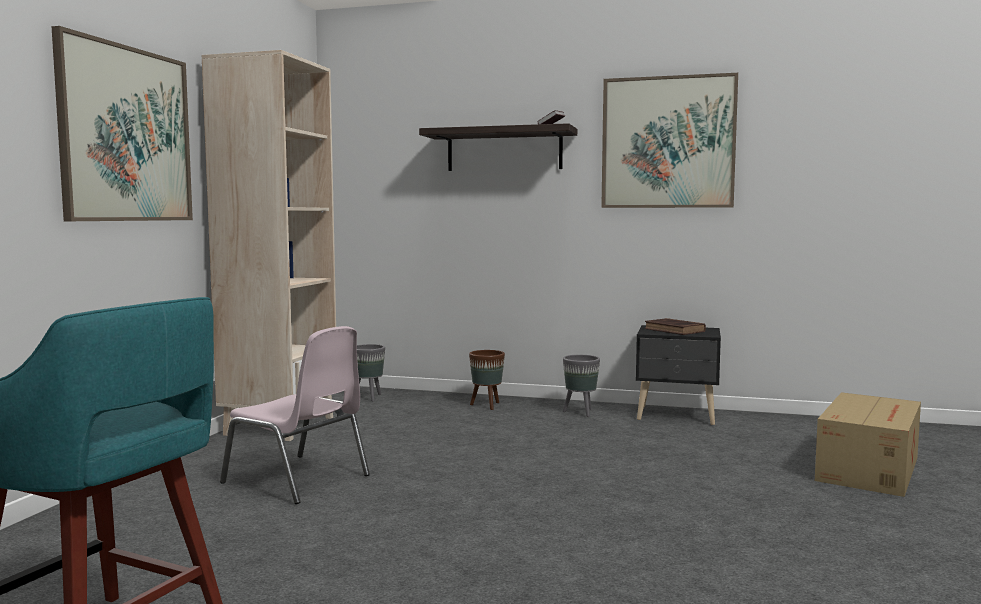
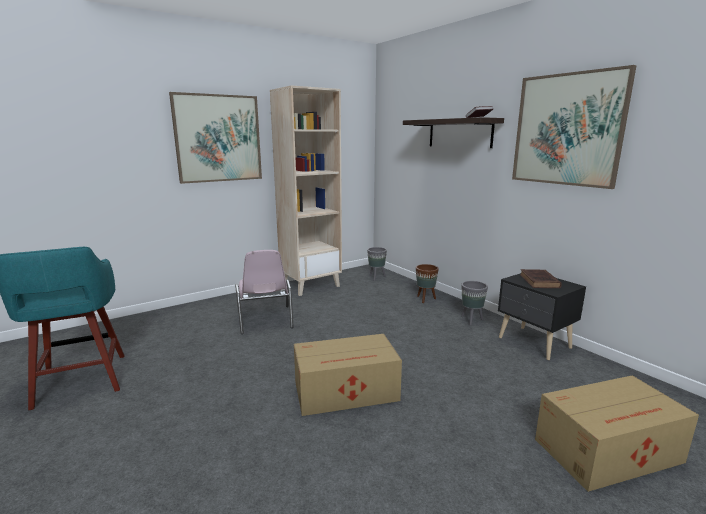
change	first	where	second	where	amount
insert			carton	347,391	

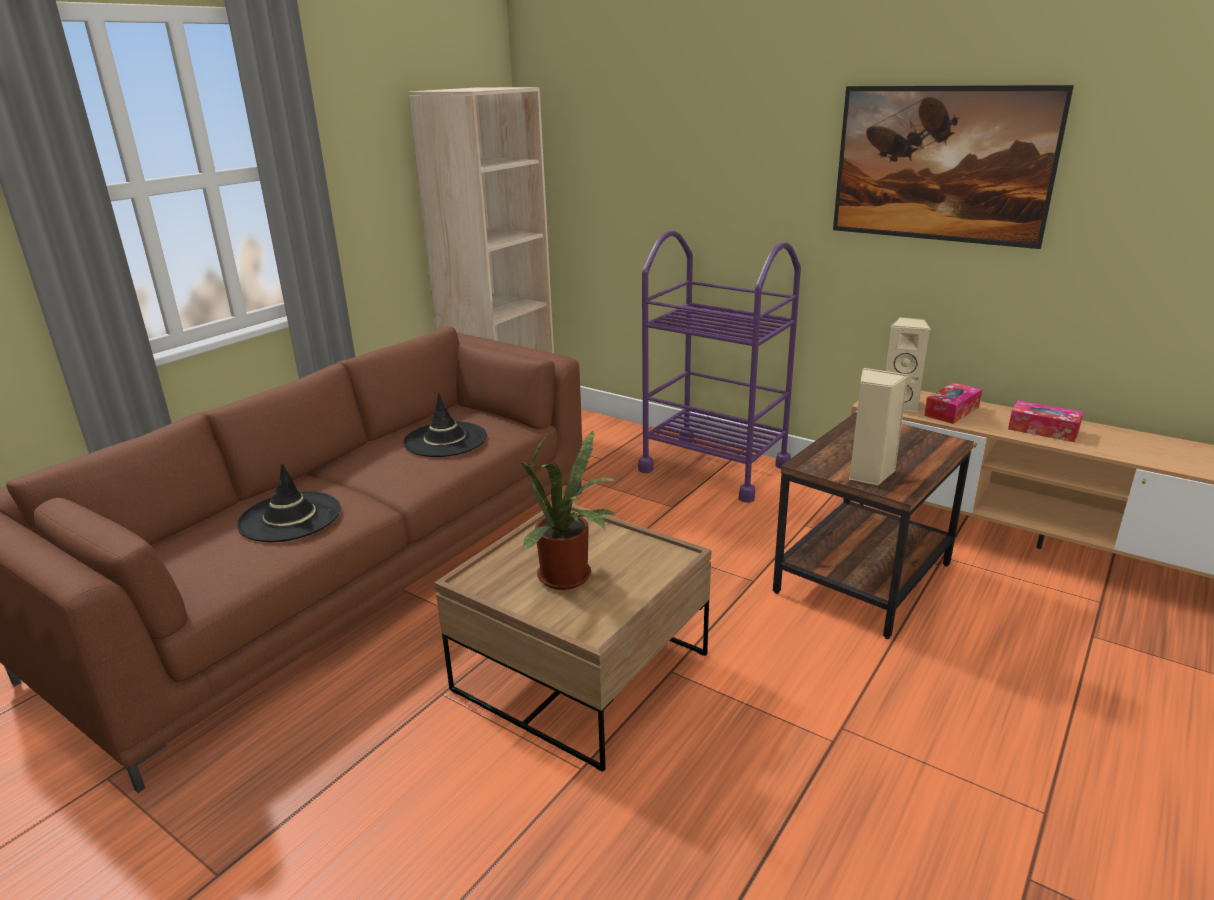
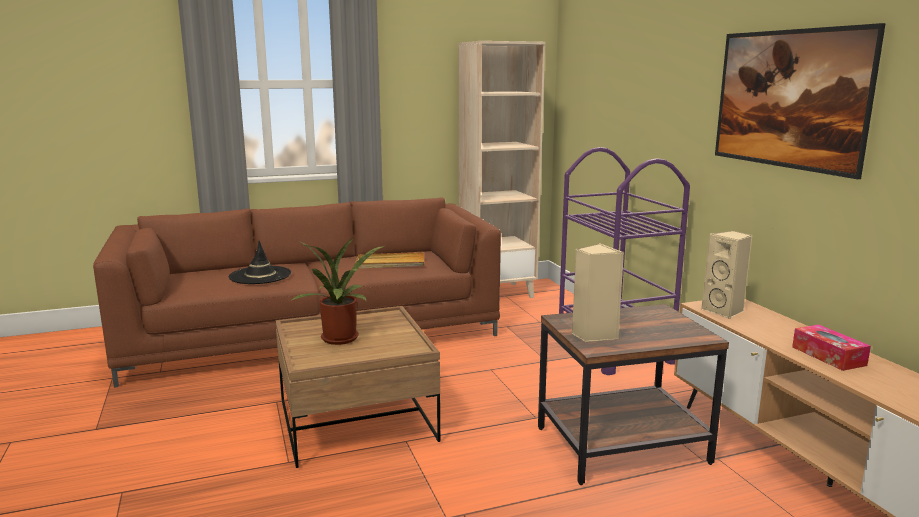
change	first	where	second	where	amount
replace	chapeau (noir)	445,440	plateau (beige)	390,263	
delete	boîte à mouchoirs	951,411			

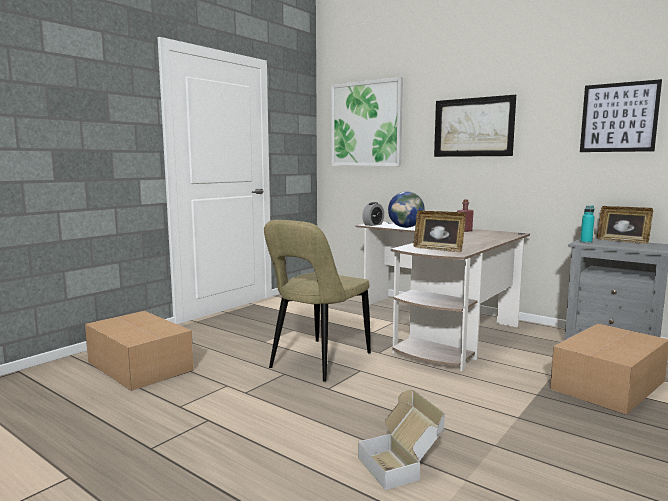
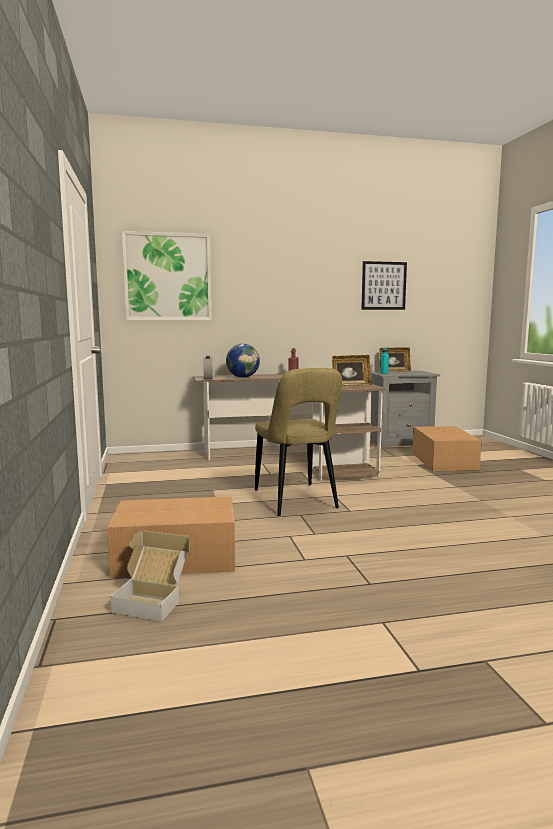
change	first	where	second	where	amount
move	carton	401,465		153,600	
delete	tableau	473,127			

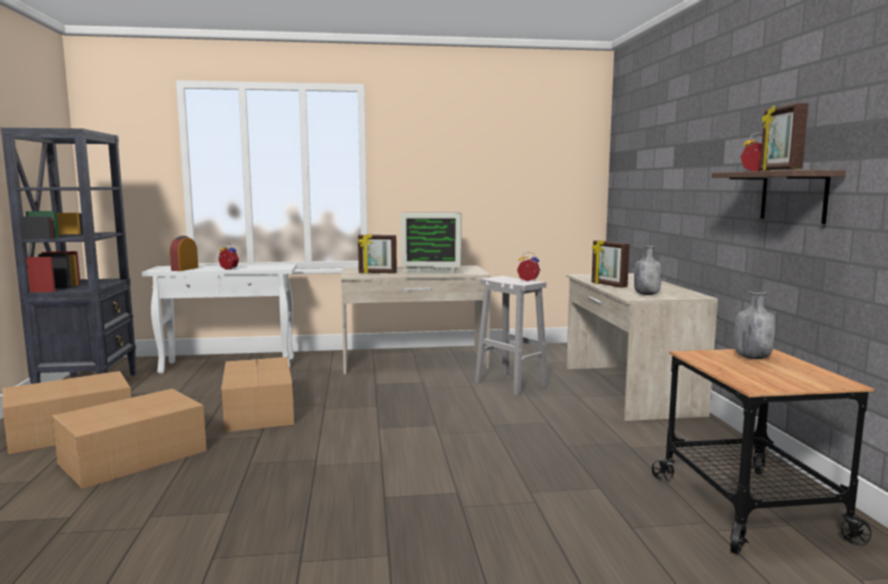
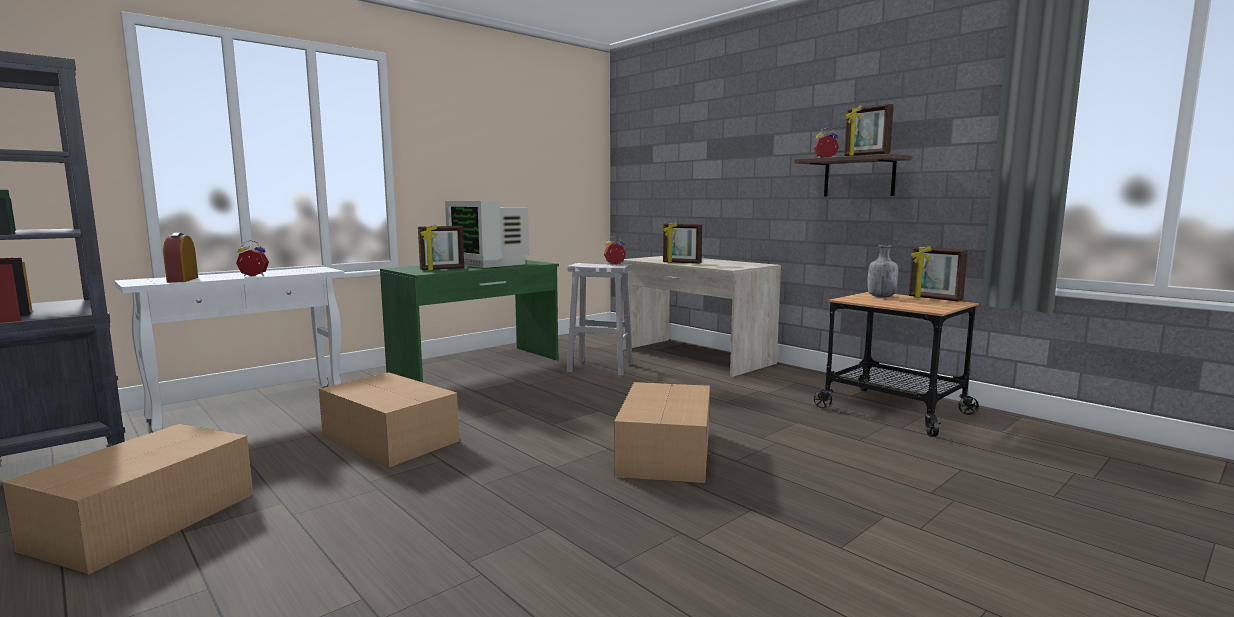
change	first	where	second	where	amount
move	carton	135,456		666,452	
recolor	bureau (beige)	414,362	bureau (vert)	476,366	
rotate	écran d'ordinateur	432,270		490,264	75 degrees clockwise
delete	bouteille (gris)	647,294			
insert			cadre photo	934,299	

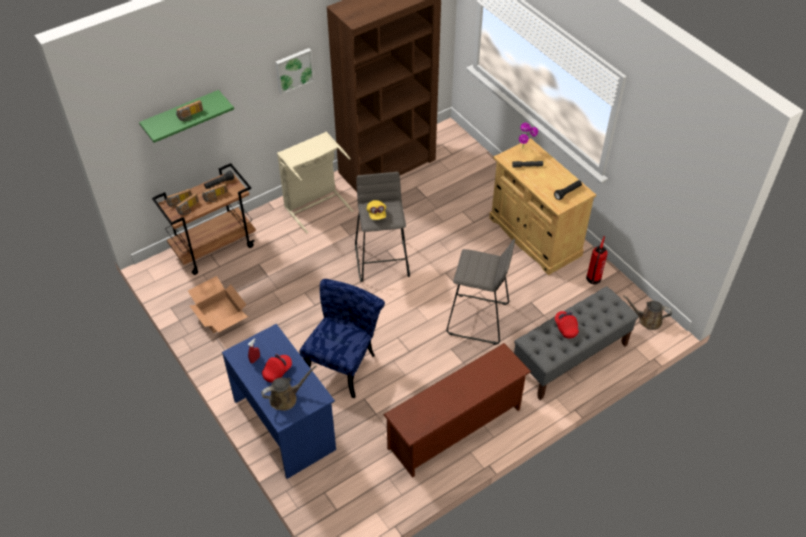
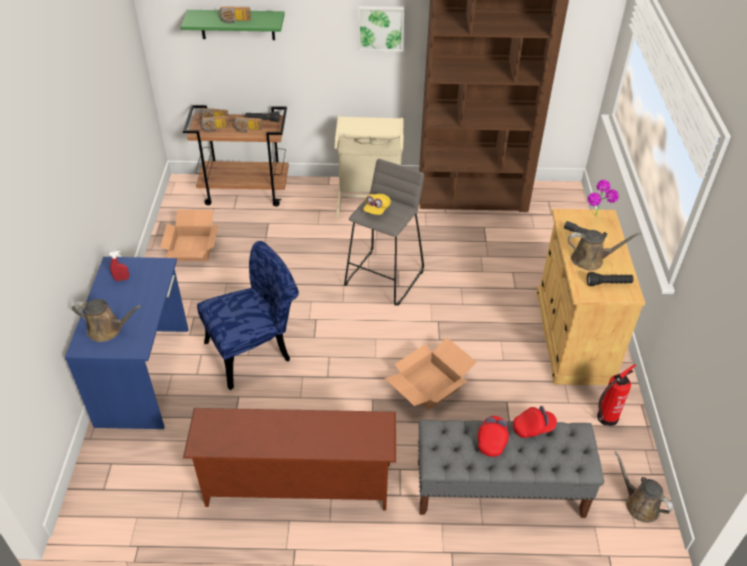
change	first	where	second	where	amount
move	casquette (rouge)	277,371		533,428	
replace	tabouret (gris)	478,319	carton	429,386	
insert			arrosoir (marron)	590,260	

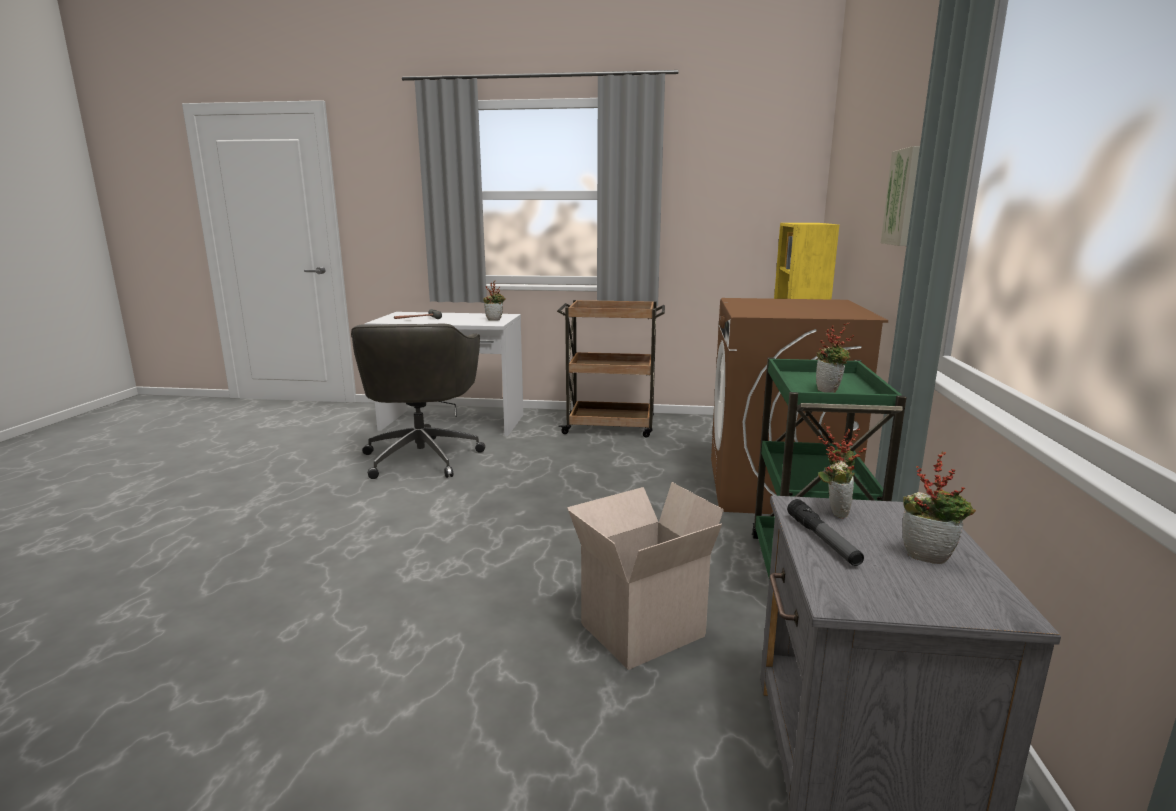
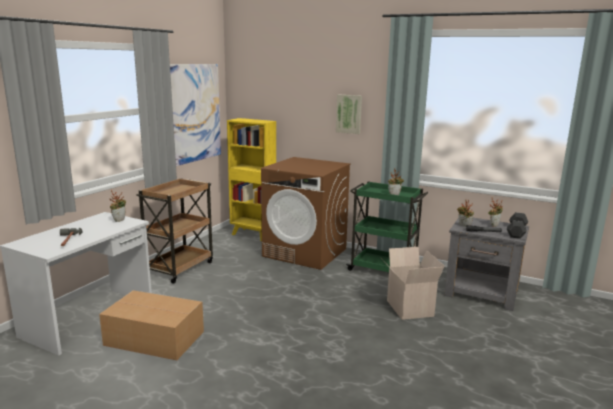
change	first	where	second	where	amount
replace	chaise de bureau (gris)	422,457	carton	155,339	
insert			tableau	195,113	
insert			haltère (gris)	516,232	

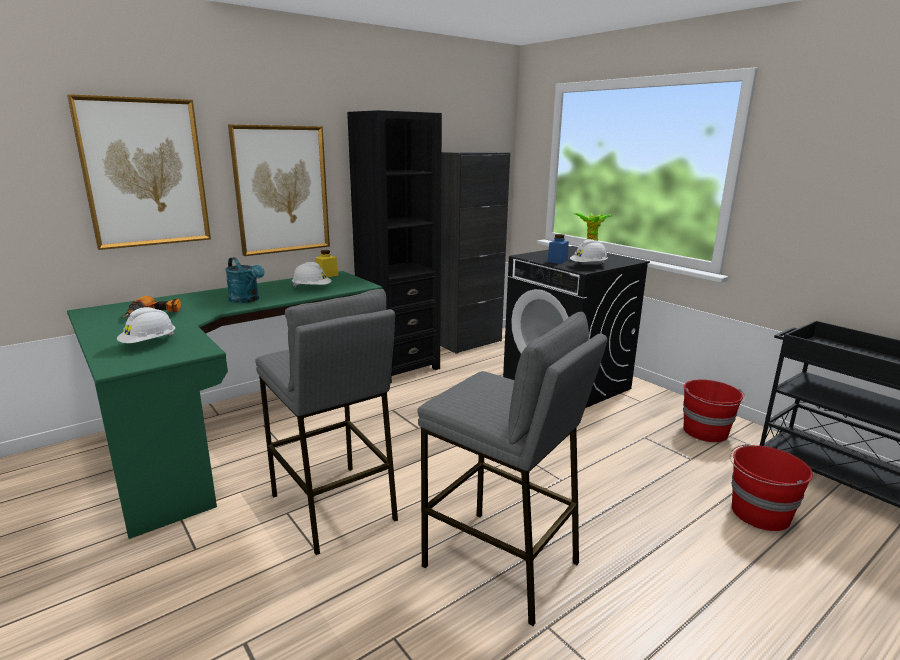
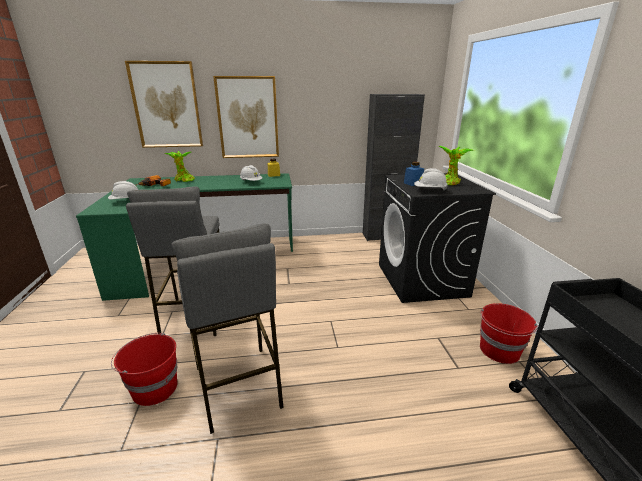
change	first	where	second	where	amount
delete	arrosoir (turquoise)	247,300			
delete	bibliothèque (noir)	399,367			
move	seau (rouge)	759,514		154,388	
insert			plante en pot	183,180	

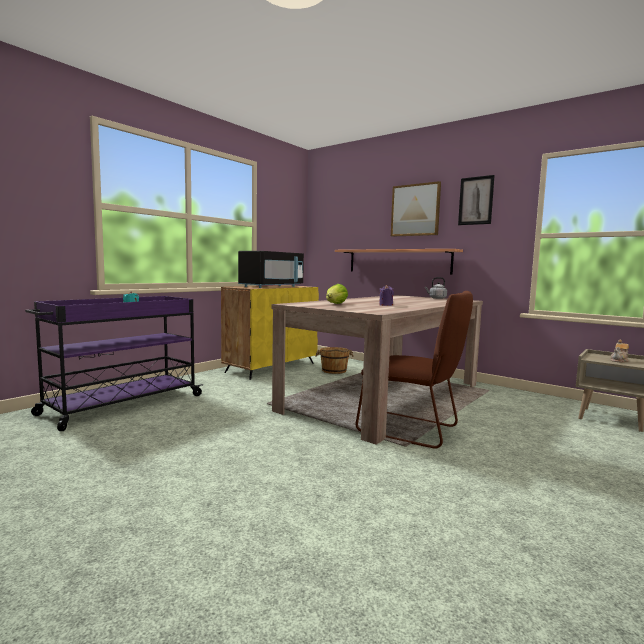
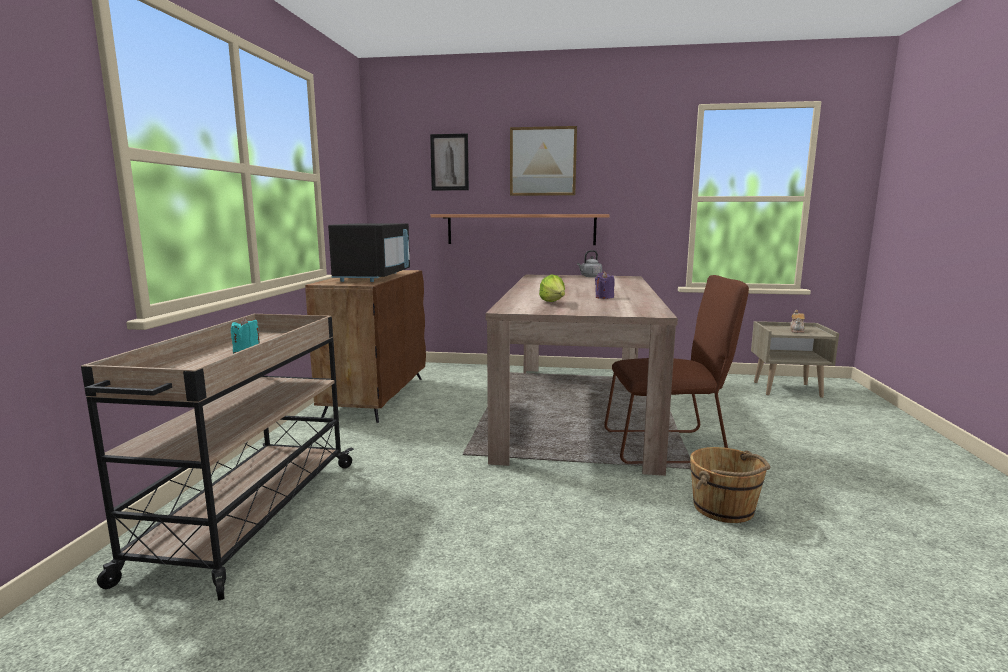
change	first	where	second	where	amount
recolor	chariot (violet)	122,405	chariot (beige)	248,517	
recolor	meuble de rangement (jaune)	271,367	meuble de rangement (marron)	376,396	
move	seau (marron)	334,371		724,508	
move	tableau	476,200		449,162	

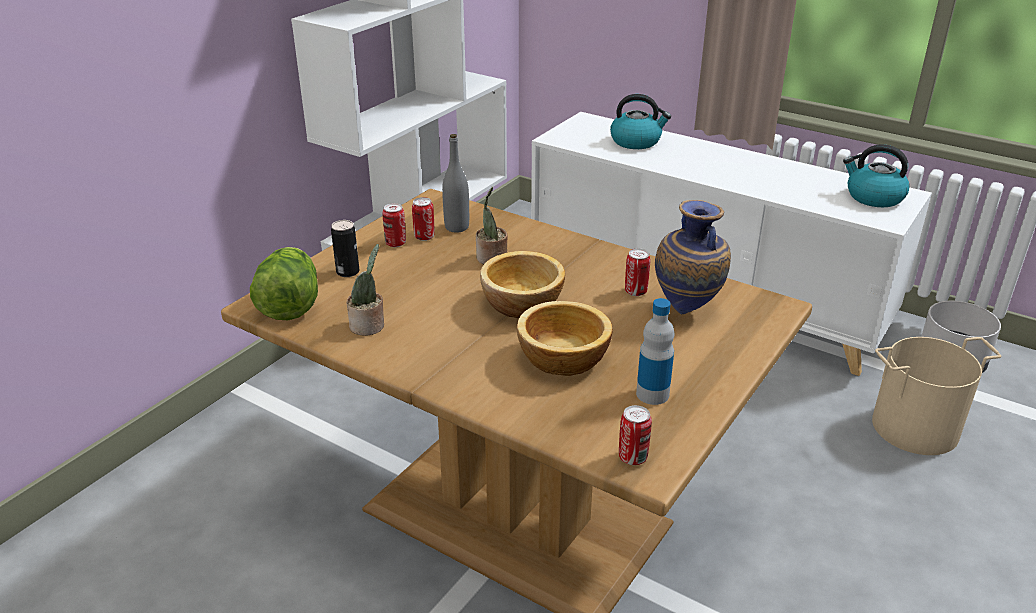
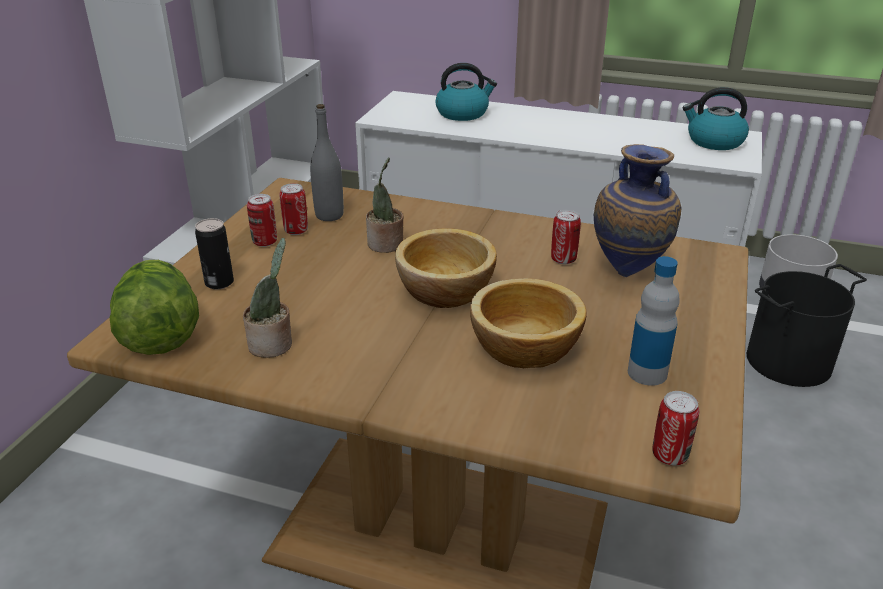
change	first	where	second	where	amount
recolor	seau (beige)	916,428	seau (noir)	789,361	

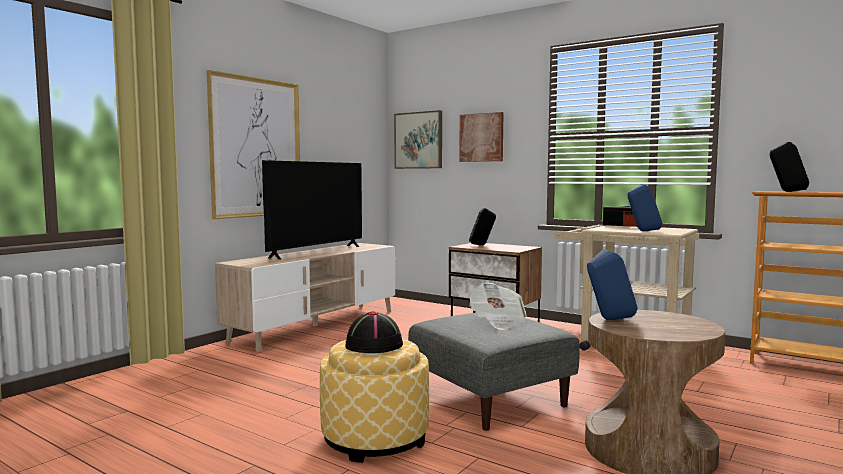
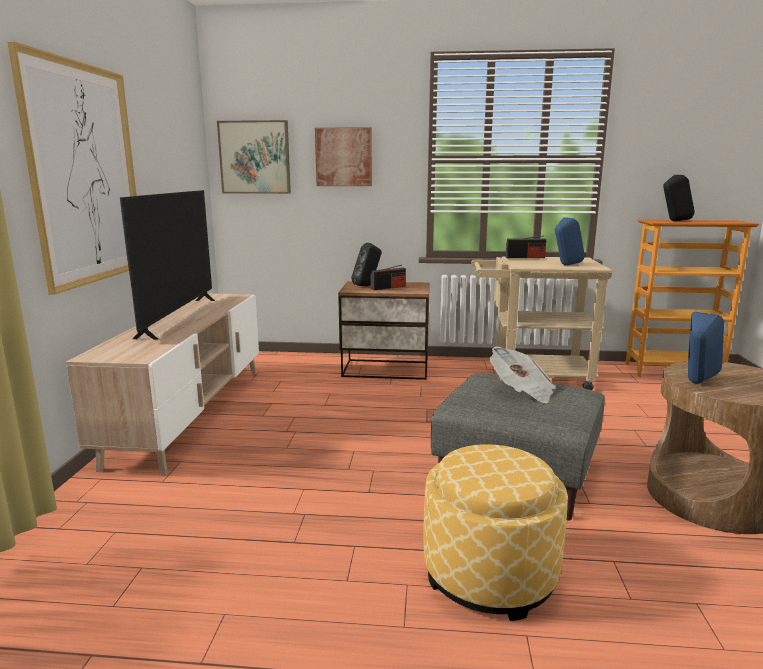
change	first	where	second	where	amount
delete	chapeau (noir)	374,345			
insert			radio	388,287	

